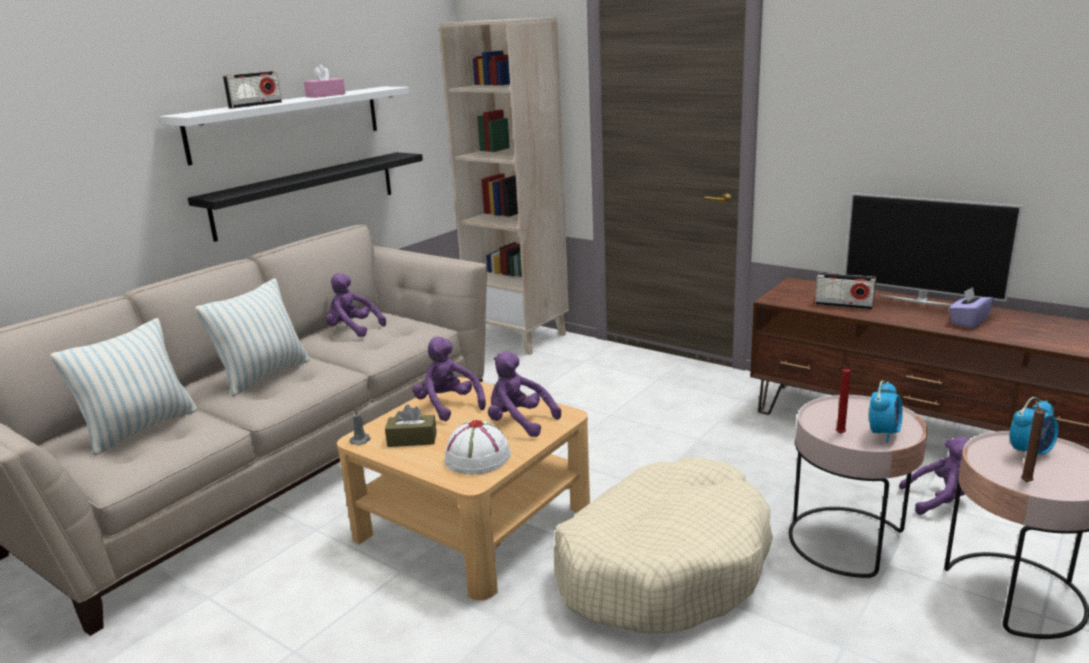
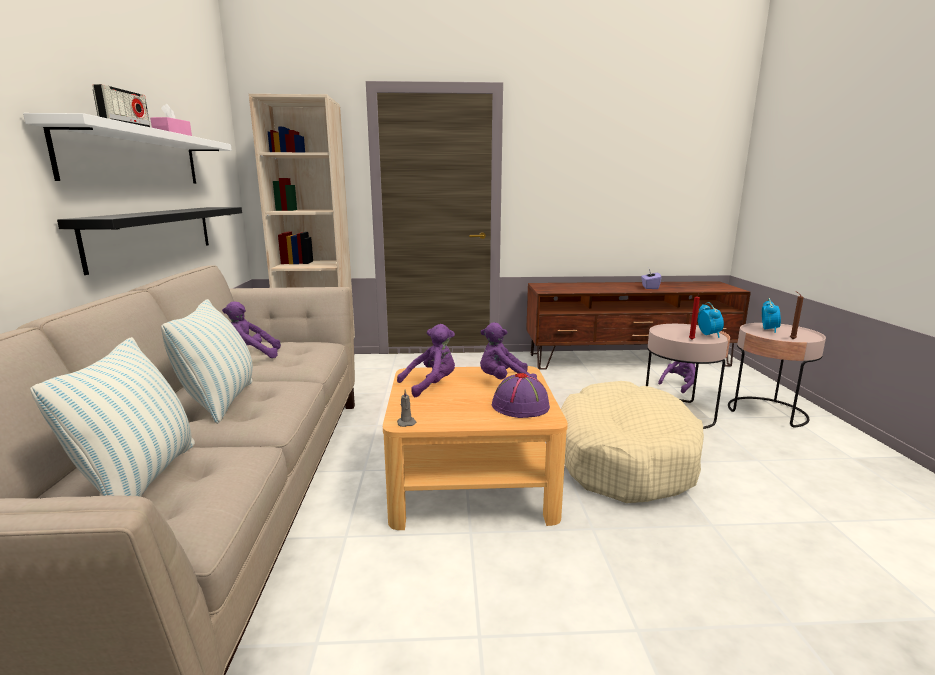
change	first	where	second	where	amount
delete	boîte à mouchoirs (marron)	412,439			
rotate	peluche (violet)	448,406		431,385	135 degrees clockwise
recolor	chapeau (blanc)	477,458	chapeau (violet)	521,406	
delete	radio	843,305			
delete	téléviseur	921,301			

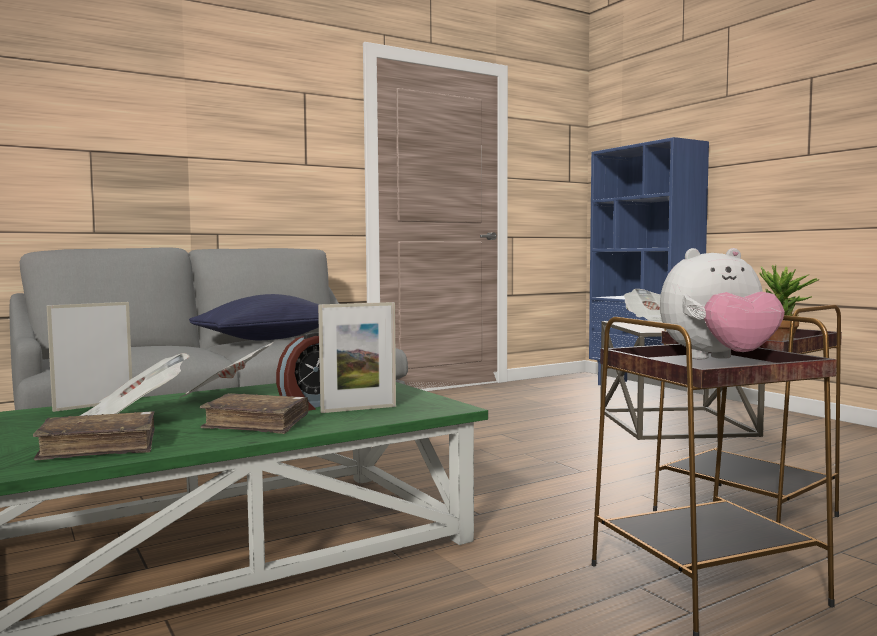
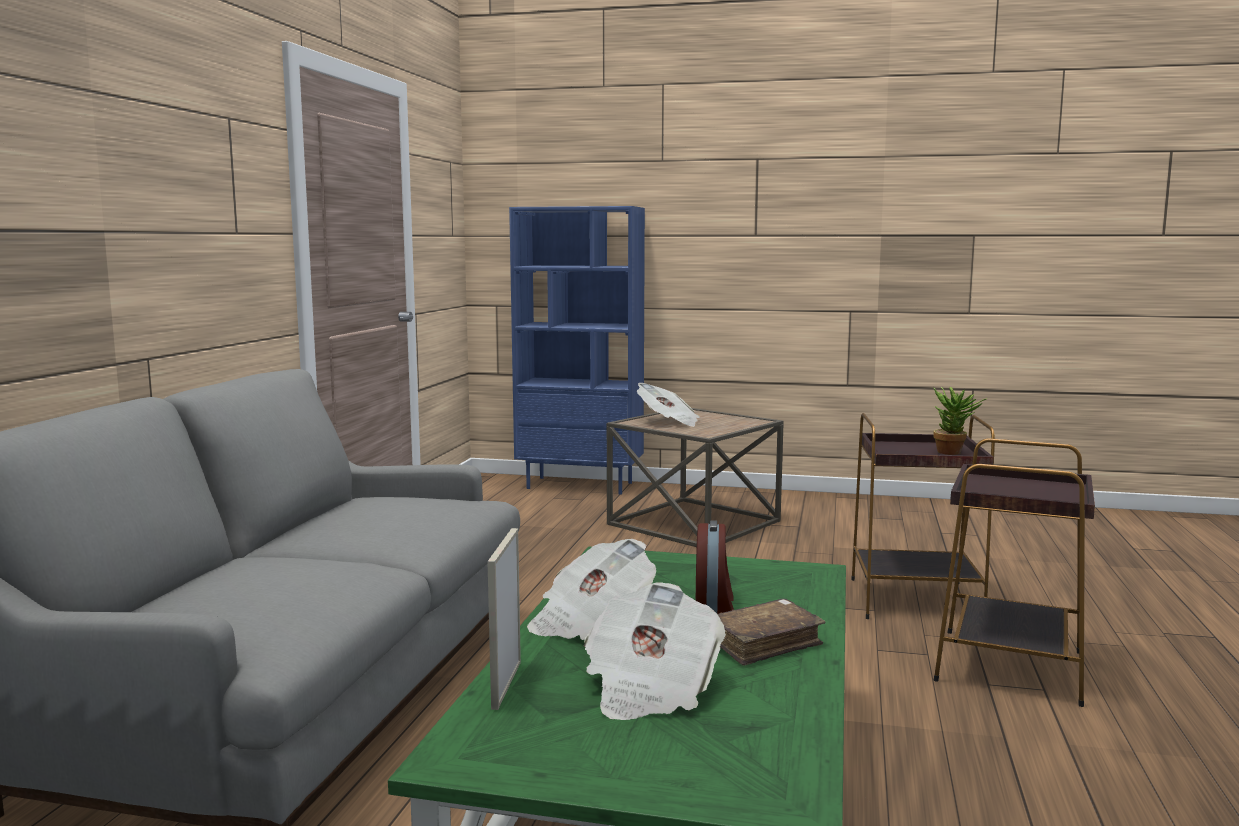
change	first	where	second	where	amount
delete	livre (marron)	99,448			
delete	coussin (bleu)	269,339			
delete	cadre photo	358,409			
delete	peluche	718,360			

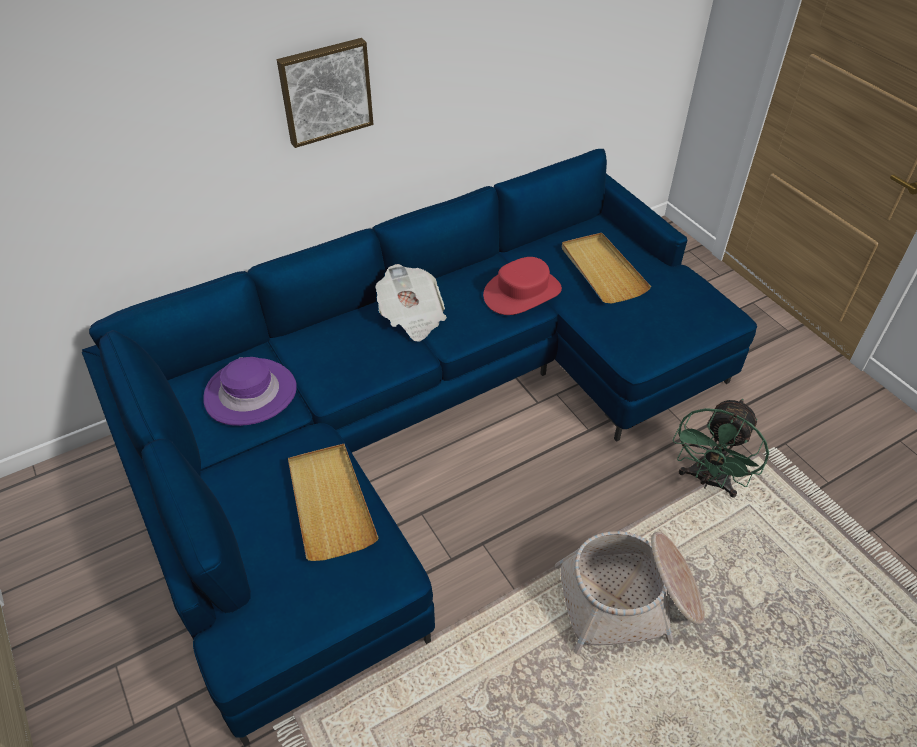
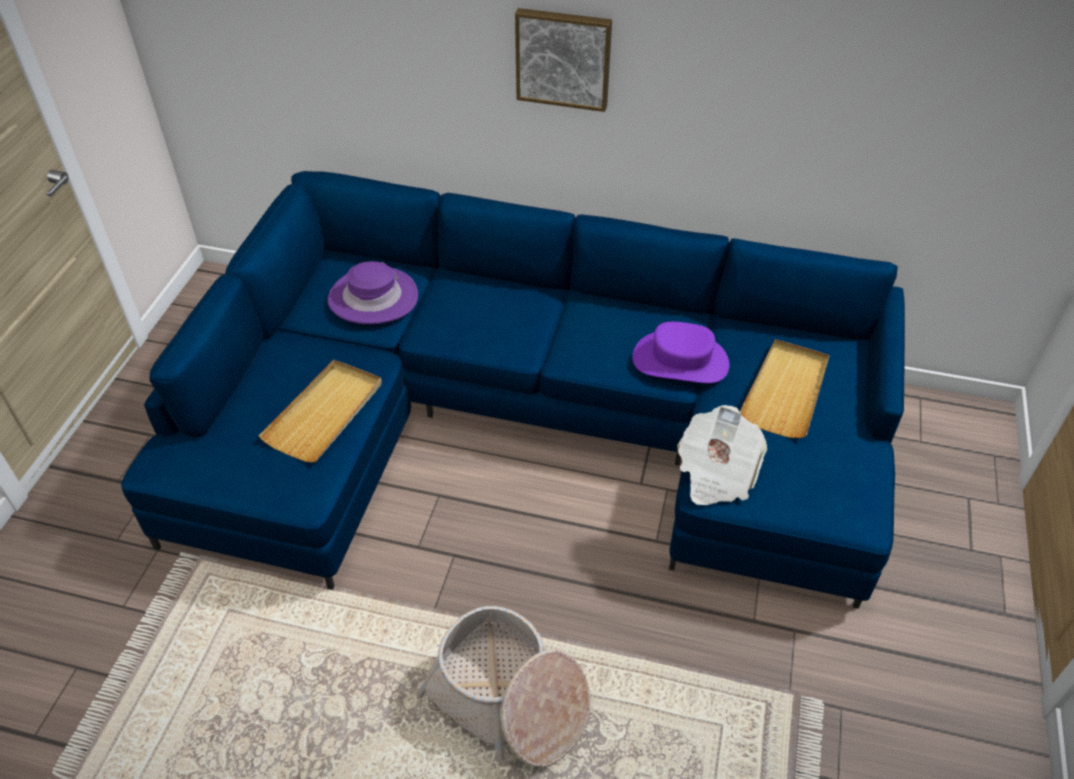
change	first	where	second	where	amount
move	journal	412,317		716,473	
recolor	chapeau (rouge)	522,292	chapeau (violet)	680,360	
delete	ventilateur (vert)	708,481			

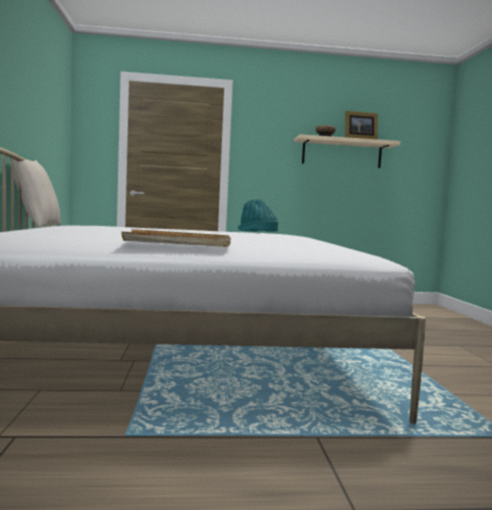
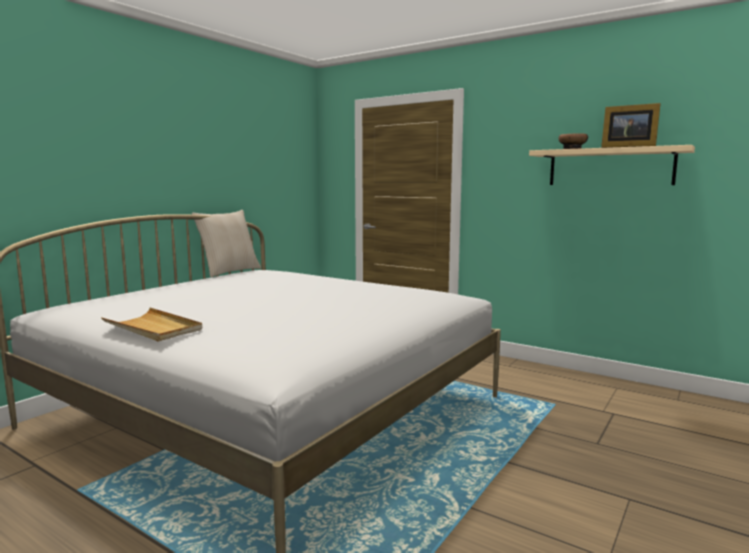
change	first	where	second	where	amount
delete	chapeau (turquoise)	256,231			

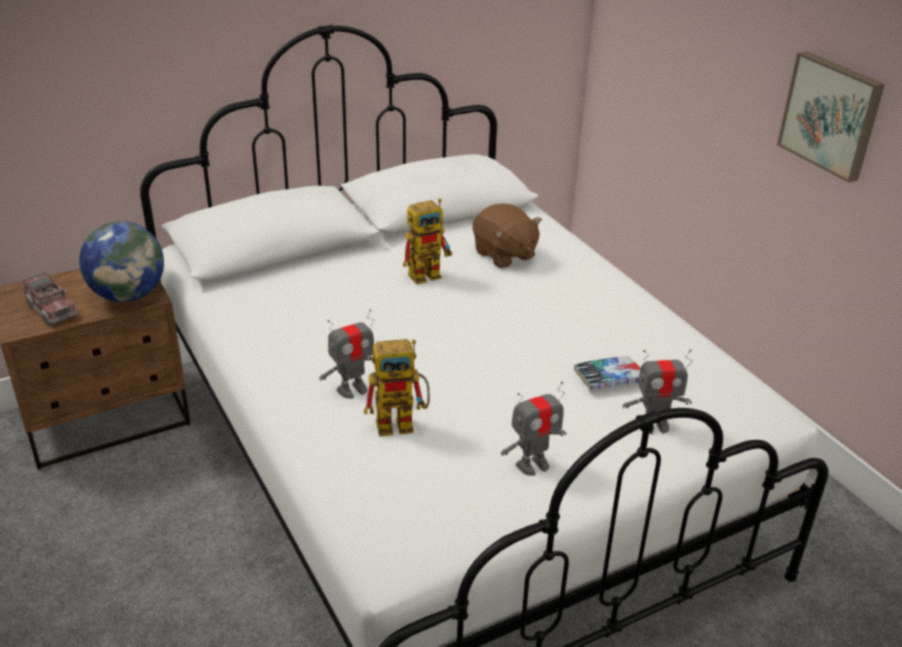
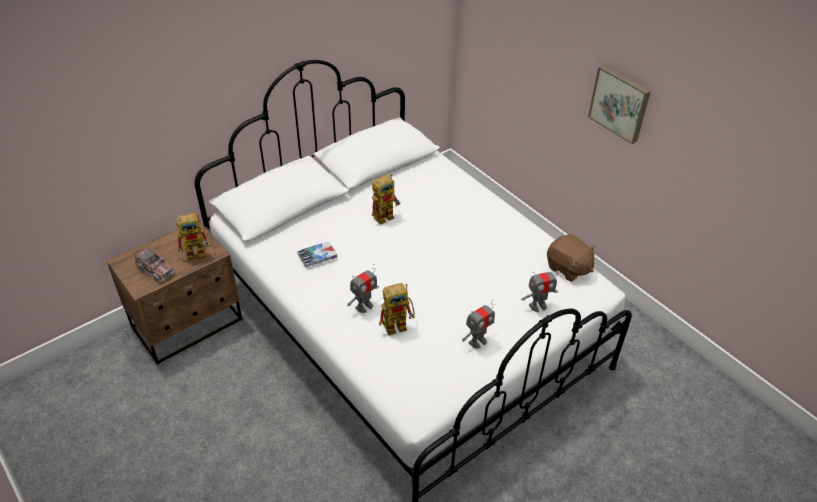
change	first	where	second	where	amount
replace	globe	128,295	robot jouet	200,253	
move	peluche (marron)	504,255		568,268	
move	livre	609,378		317,257	

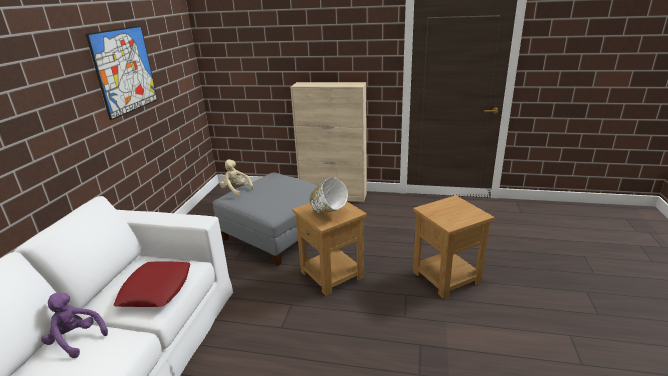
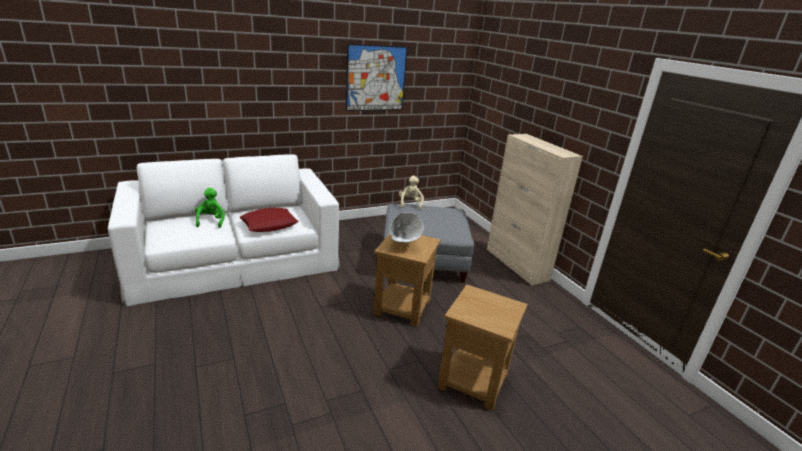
change	first	where	second	where	amount
recolor	peluche (violet)	76,340	peluche (vert)	211,221	

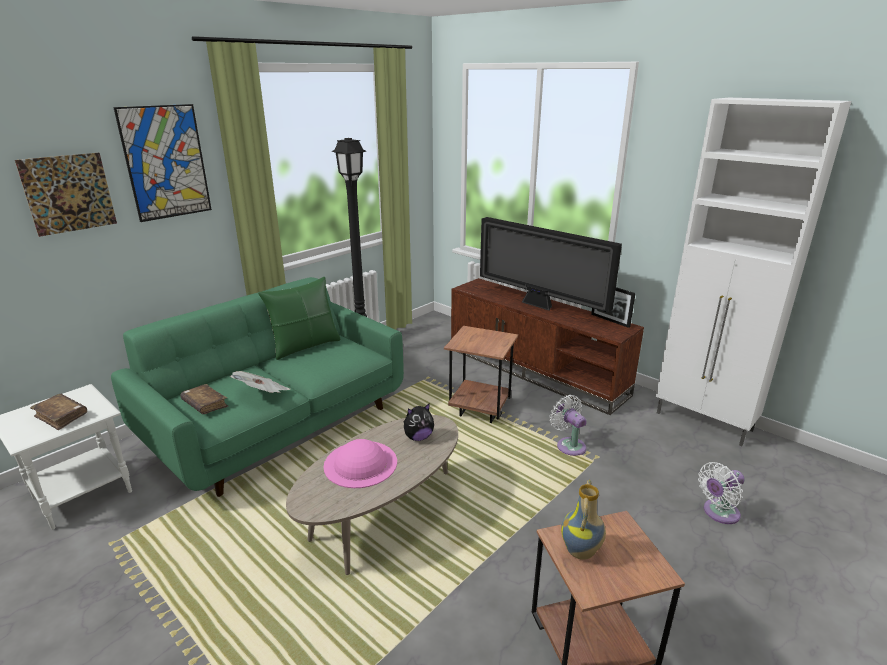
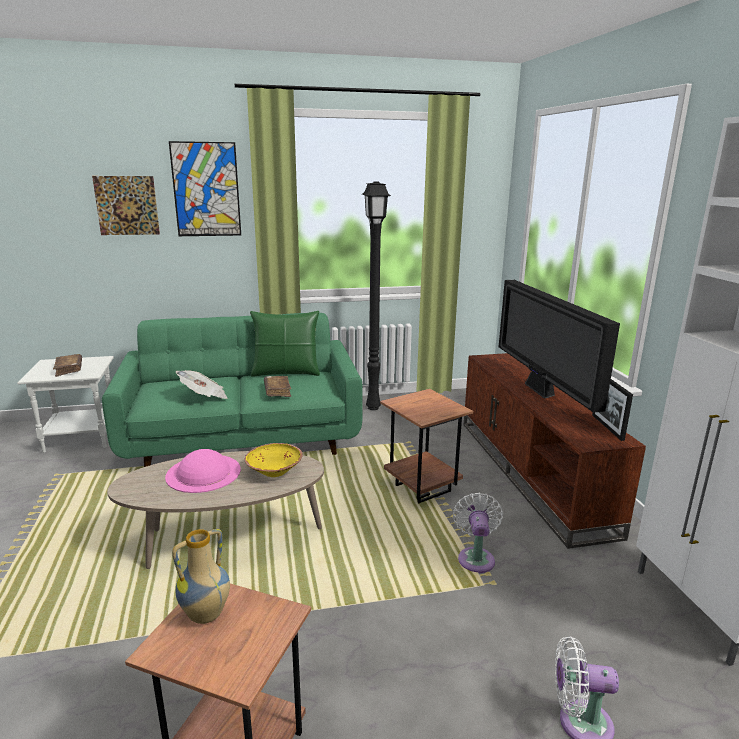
change	first	where	second	where	amount
move	livre (marron)	205,404		277,391	
replace	peluche	418,437	bol (jaune)	274,471	

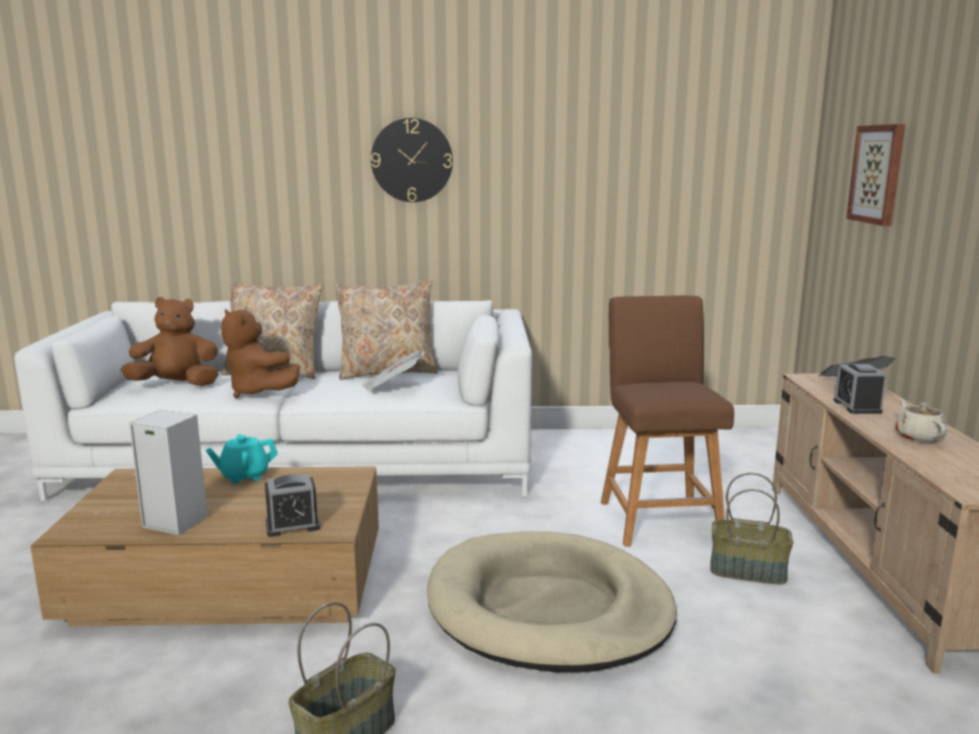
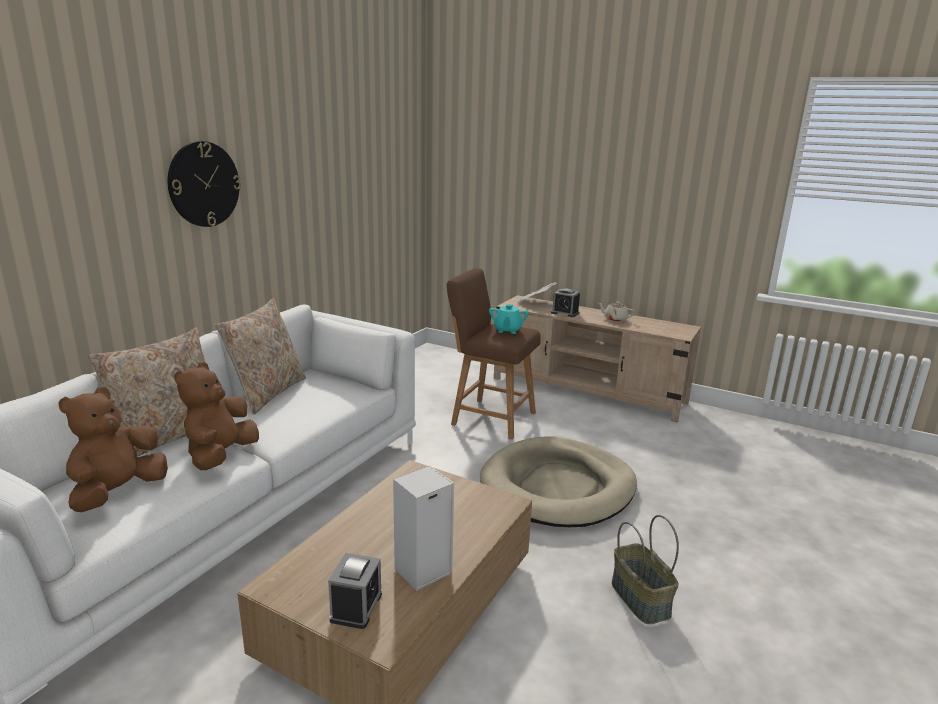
change	first	where	second	where	amount
move	théière (turquoise)	244,476		507,330	
rotate	peluche (marron)	258,392		221,456	120 degrees clockwise
move	réveil	292,525		356,607	
delete	journal	392,387			
delete	panier	748,571			
delete	tableau	877,174			

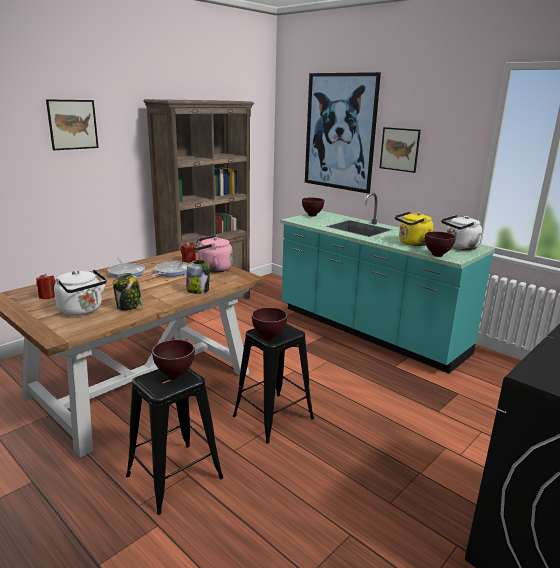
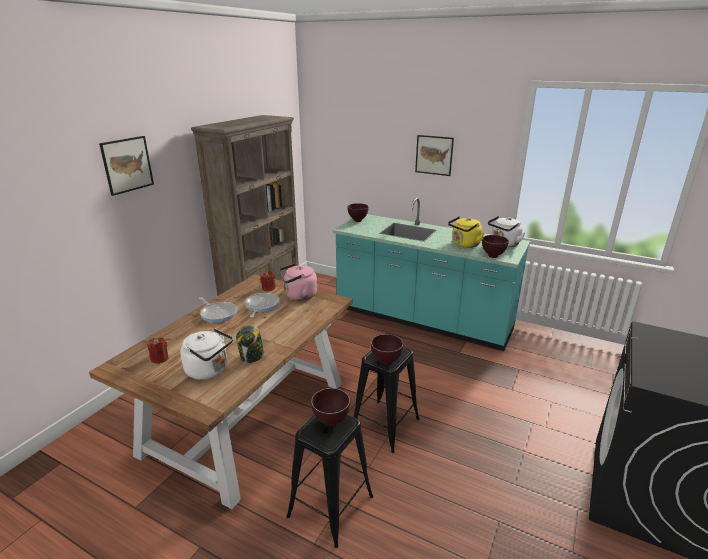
change	first	where	second	where	amount
delete	bocal	198,290			
delete	tableau	340,132			

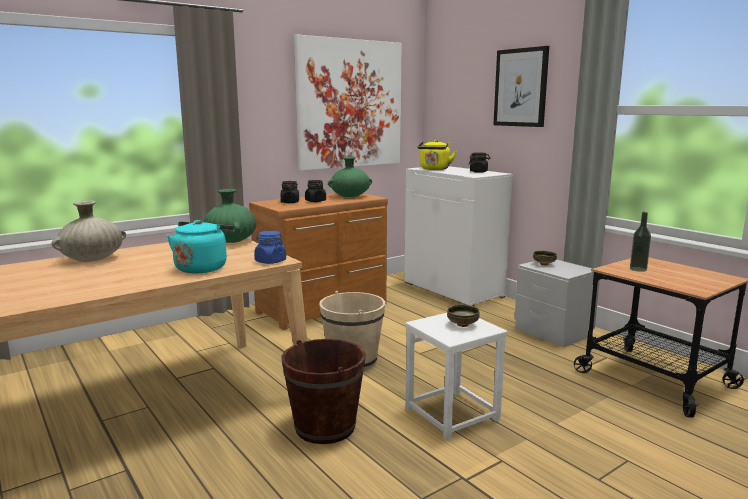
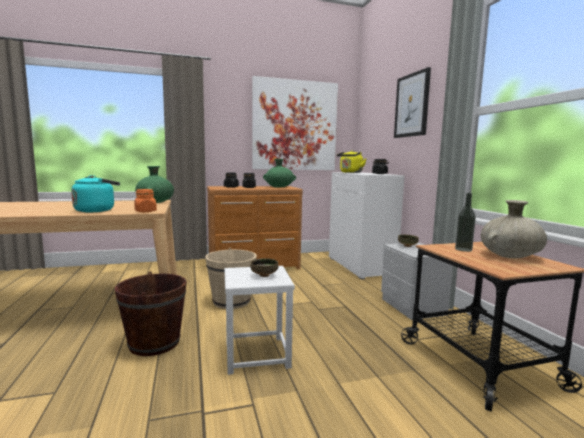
change	first	where	second	where	amount
move	vase (beige)	93,259		510,256	
recolor	bocal (bleu)	270,261	bocal (orange)	145,211	

